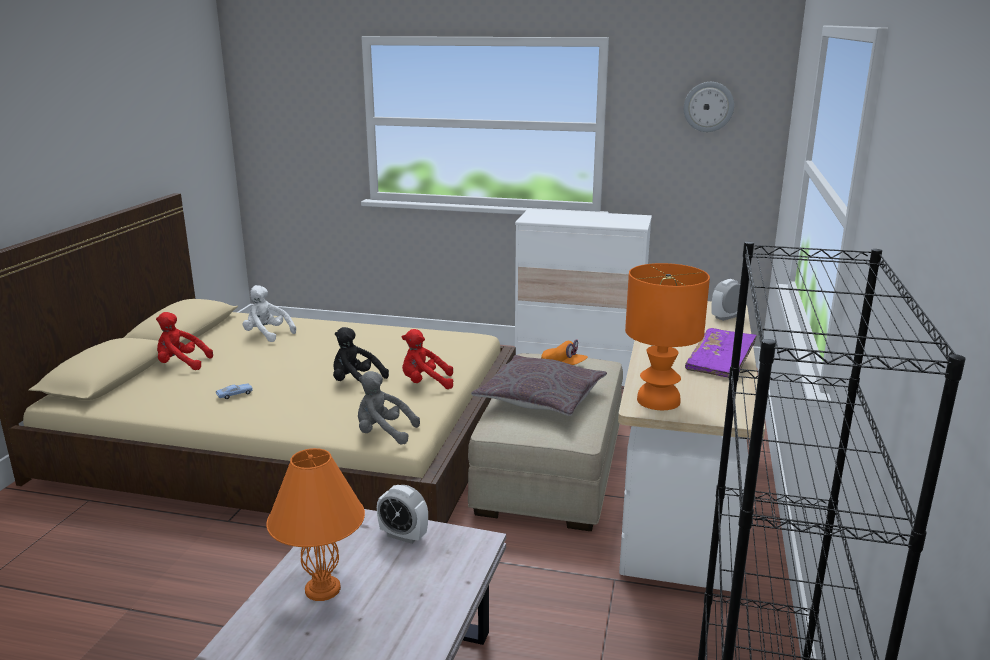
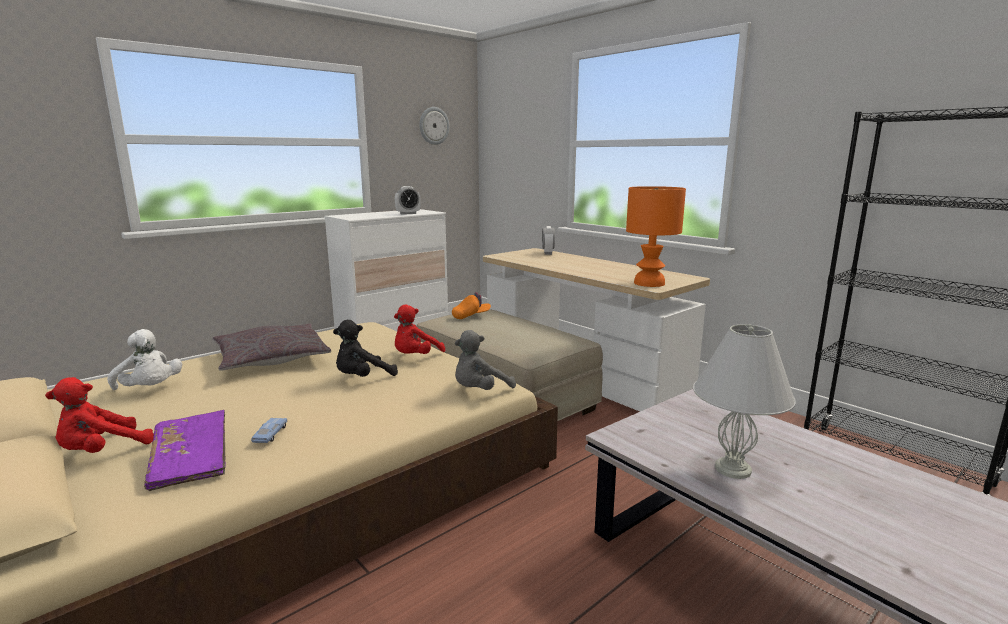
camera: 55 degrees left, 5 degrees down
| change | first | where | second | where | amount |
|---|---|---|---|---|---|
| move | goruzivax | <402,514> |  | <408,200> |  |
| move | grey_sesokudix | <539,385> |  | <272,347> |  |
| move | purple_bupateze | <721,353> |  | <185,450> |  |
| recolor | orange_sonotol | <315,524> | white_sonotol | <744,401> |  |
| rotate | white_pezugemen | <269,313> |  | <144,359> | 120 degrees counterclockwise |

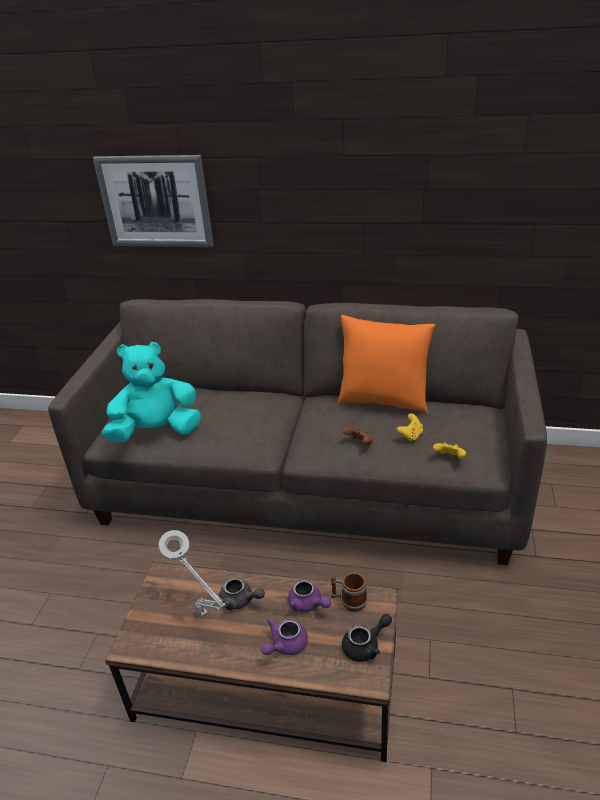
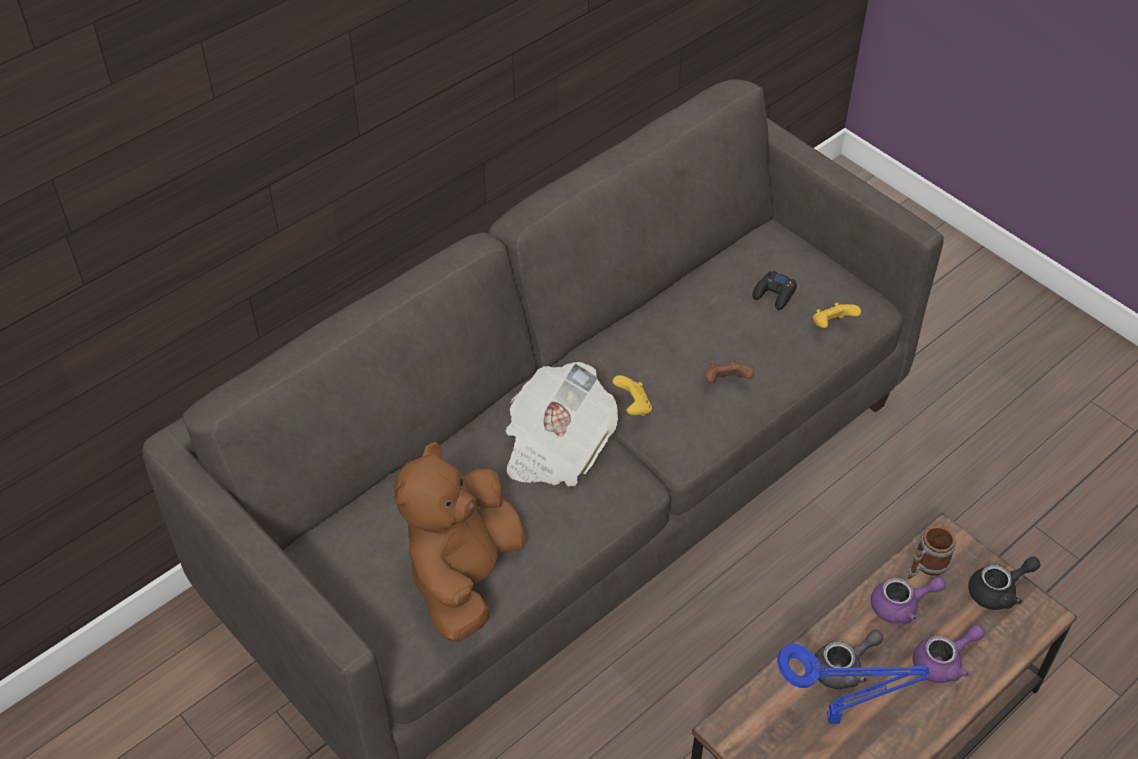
camera: 55 degrees left, 15 degrees up
| change | first | where | second | where | amount |
|---|---|---|---|---|---|
| delete | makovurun | <153,201> |  |  |  |
| delete | orange_sesokudix | <386,364> |  |  |  |
| insert |  |  | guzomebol | <561,424> |  |
| insert |  |  | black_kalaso | <774,290> |  |
| move | yellow_kalaso | <410,427> |  | <632,395> |  |
| recolor | turquoise_pezugemen | <151,392> | brown_pezugemen | <460,542> |  |
| recolor | grey_sonotol | <192,573> | blue_sonotol | <853,684> |  |
| rotate | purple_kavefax | <284,636> |  | <949,653> | 105 degrees counterclockwise |
| rotate | black_kavefax | <367,638> |  | <1004,583> | 60 degrees clockwise |

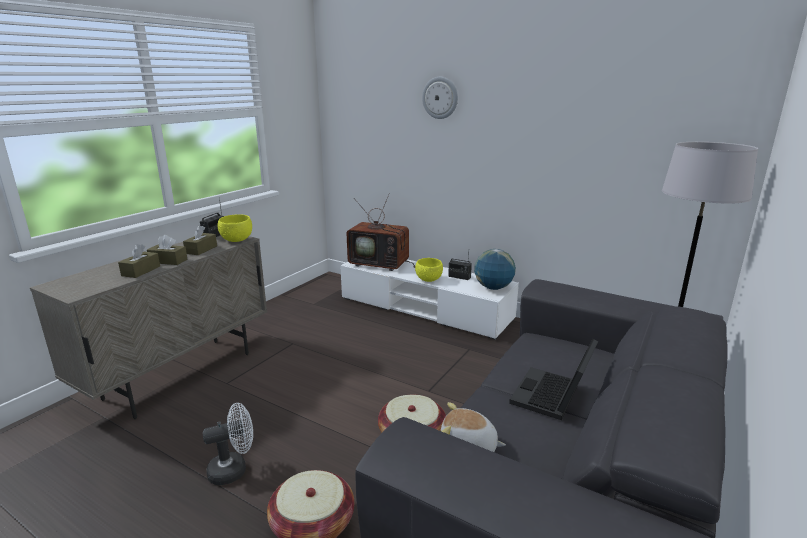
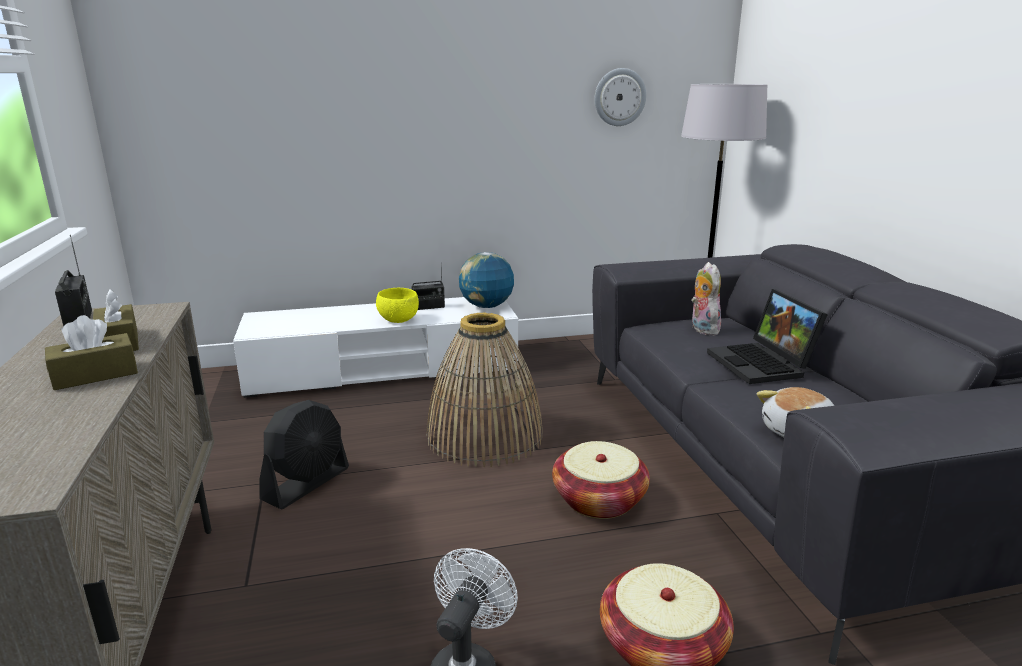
camera: 45 degrees left, 0 degrees up
| change | first | where | second | where | amount |
|---|---|---|---|---|---|
| delete | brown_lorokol | <139,261> |  |  |  |
| delete | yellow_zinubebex | <234,228> |  |  |  |
| delete | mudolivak | <380,232> |  |  |  |
| insert |  |  | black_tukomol | <304,454> |  |
| insert |  |  | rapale | <484,390> |  |
| insert |  |  | pezugemen | <706,298> |  |
| move | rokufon | <440,98> |  | <620,97> |  |

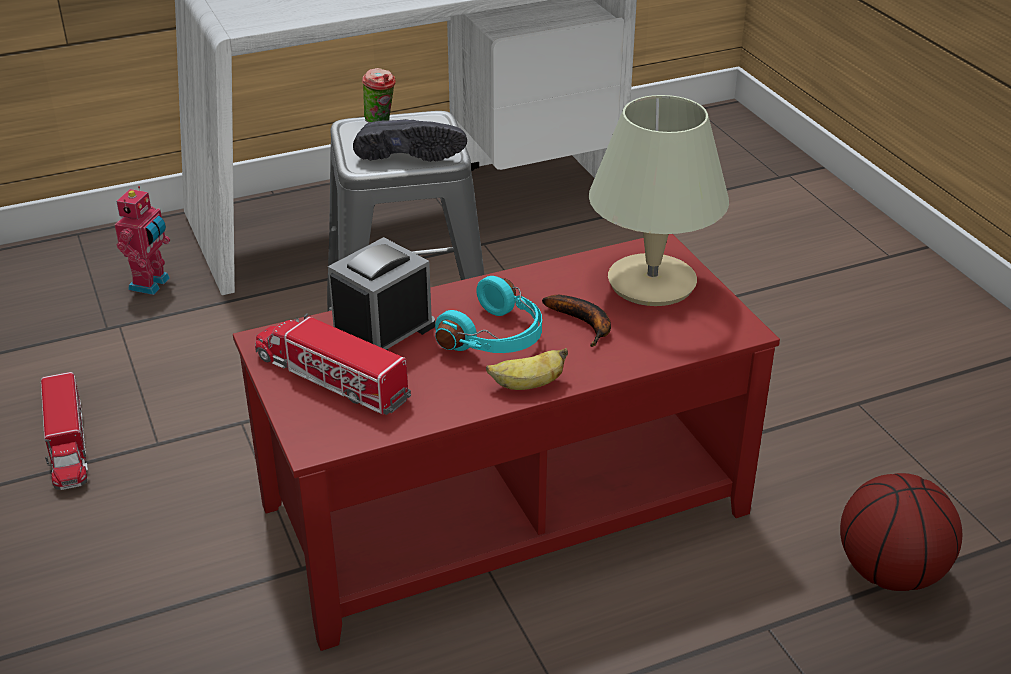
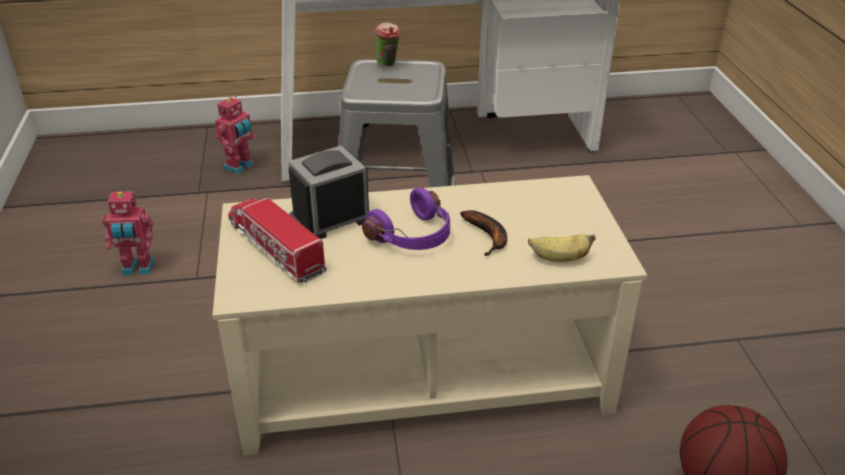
camera: 15 degrees right, 0 degrees up
| change | first | where | second | where | amount |
|---|---|---|---|---|---|
| delete | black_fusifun | <410,140> |  |  |  |
| delete | beige_sonotol | <659,200> |  |  |  |
| move | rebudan | <527,369> |  | <561,248> |  |
| replace | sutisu | <64,431> | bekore | <128,233> |  |
| recolor | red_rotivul | <506,442> | beige_rotivul | <430,315> |  |
| recolor | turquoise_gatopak | <488,314> | purple_gatopak | <406,218> |  |

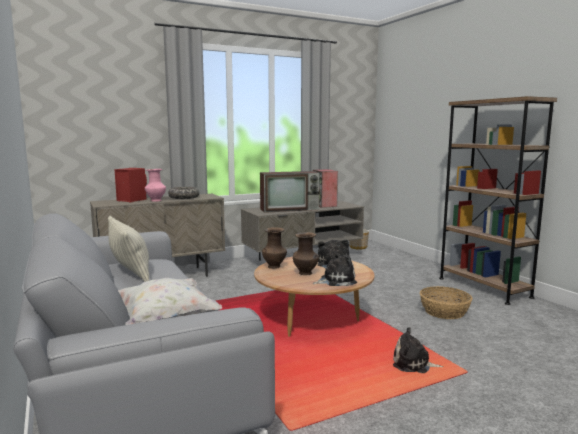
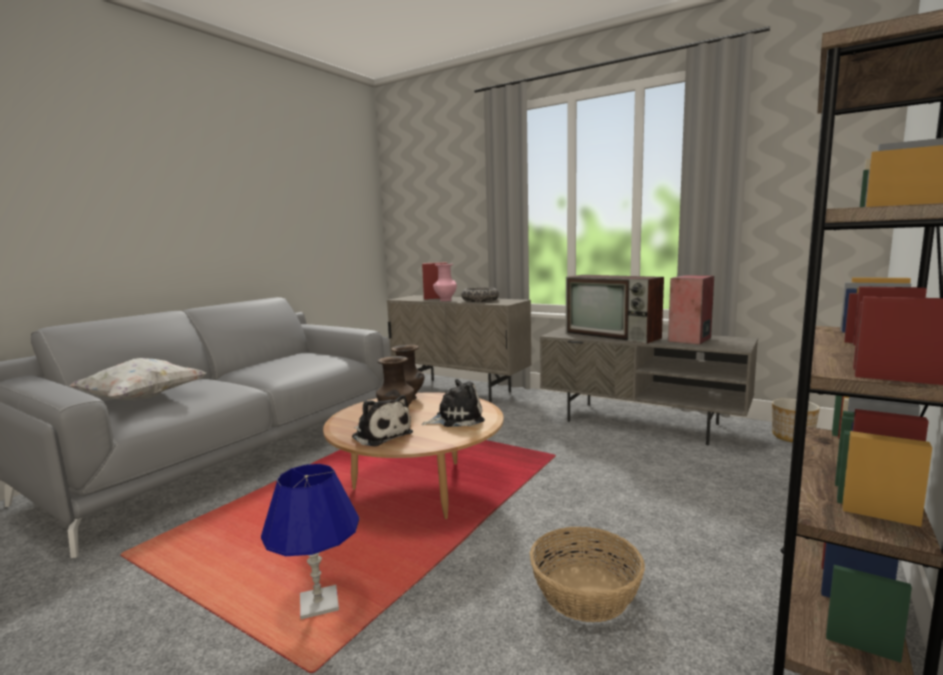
camera: 60 degrees right, 0 degrees up
| change | first | where | second | where | amount |
|---|---|---|---|---|---|
| delete | sesokudix | <128,249> |  |  |  |
| replace | pezugemen | <418,350> | blue_sonotol | <310,541> |  |

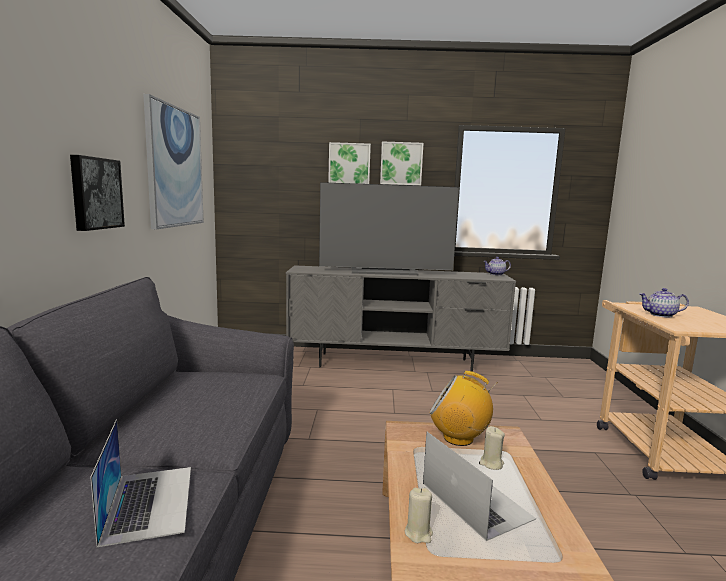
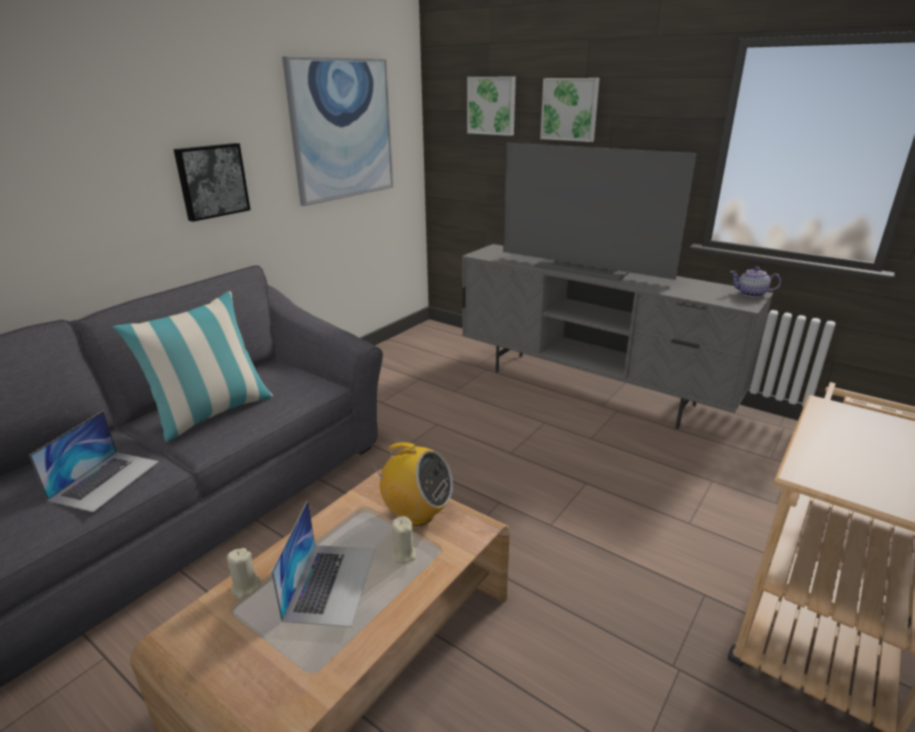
camera: 35 degrees right, 15 degrees up
| change | first | where | second | where | amount |
|---|---|---|---|---|---|
| delete | kavefax | <664,303> |  |  |  |
| insert |  |  | sesokudix | <193,366> |  |
| move | makovurun | <402,164> |  | <491,106> |  |
| rotate | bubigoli | <464,408> |  | <411,484> | 150 degrees clockwise |

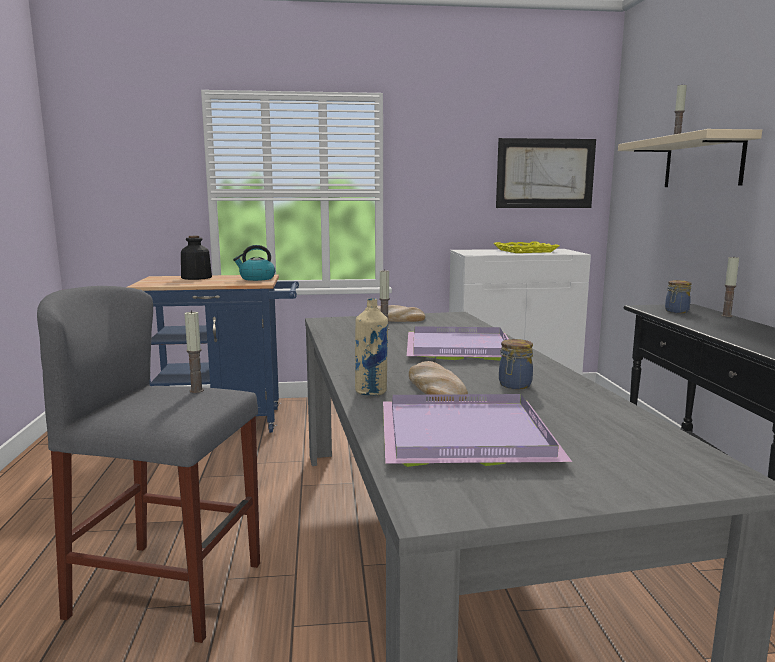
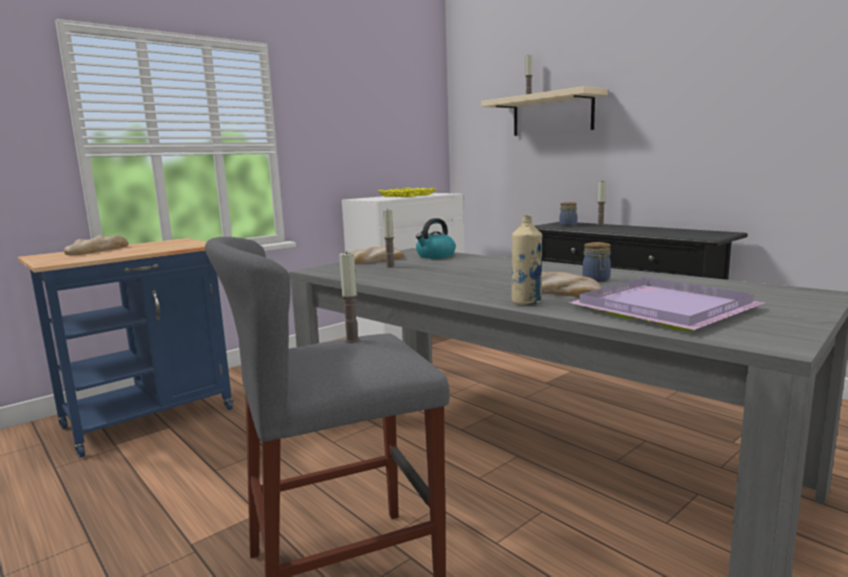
camera: 35 degrees left, 0 degrees up
| change | first | where | second | where | amount |
|---|---|---|---|---|---|
| delete | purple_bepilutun | <458,343> |  |  |  |
| delete | makovurun | <546,173> |  |  |  |
| move | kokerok | <254,263> |  | <436,238> |  |
| replace | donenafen | <196,258> | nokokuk | <96,245> |  |

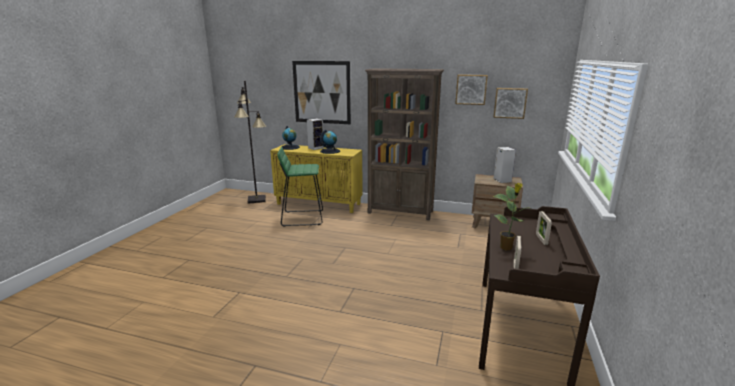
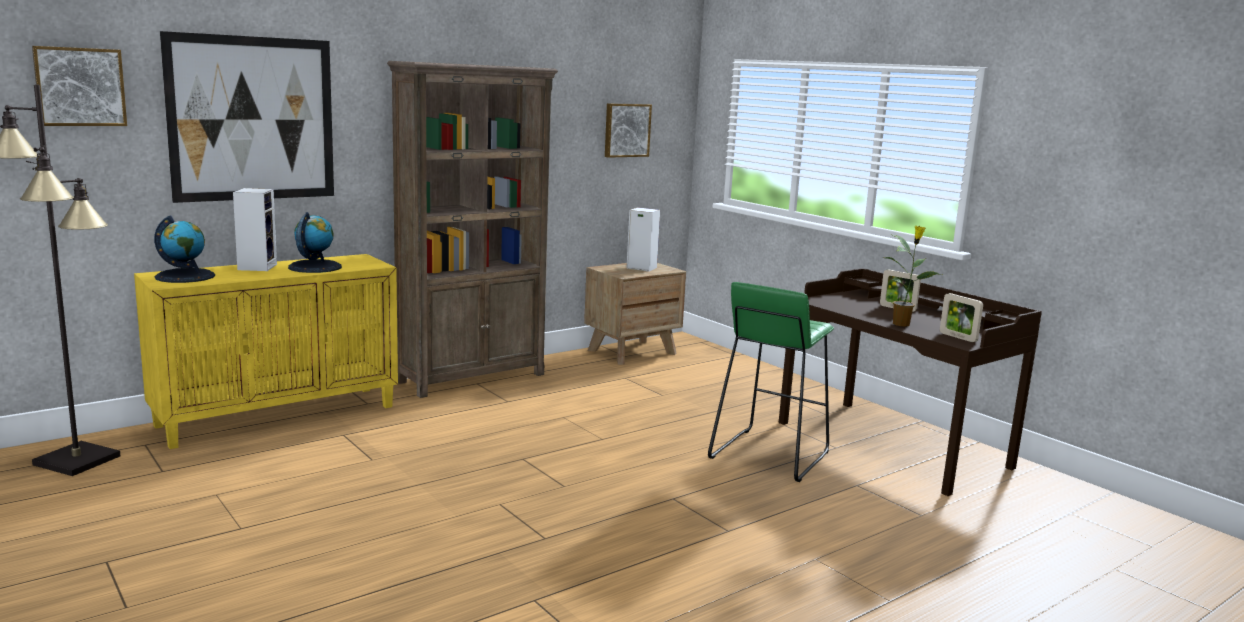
camera: 55 degrees left, 5 degrees down
| change | first | where | second | where | amount |
|---|---|---|---|---|---|
| move | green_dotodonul | <300,187> |  | <771,382> |  |
| move | makovurun | <471,90> |  | <79,86> |  |

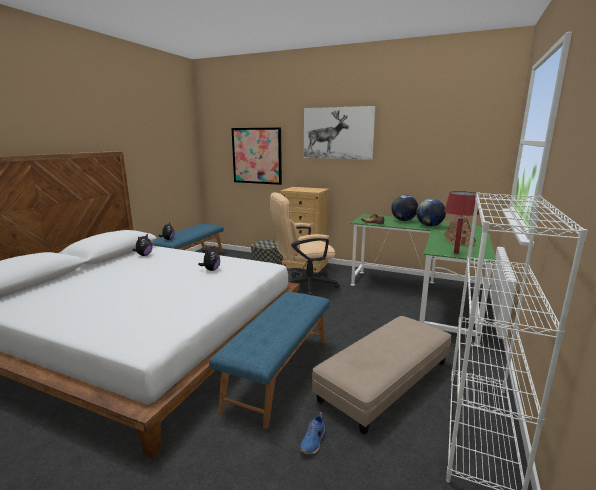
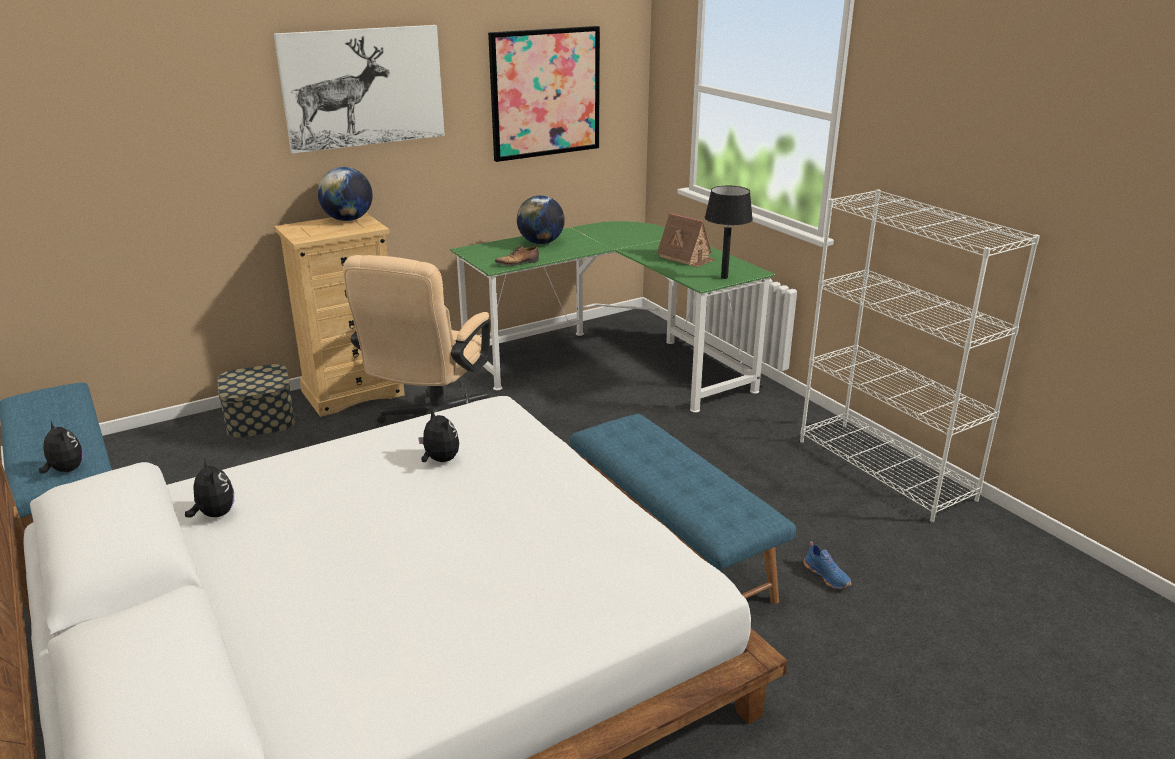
camera: 55 degrees left, 10 degrees up
| change | first | where | second | where | amount |
|---|---|---|---|---|---|
| delete | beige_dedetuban | <381,375> |  |  |  |
| move | makovurun | <256,156> |  | <544,94> |  |
| move | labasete | <431,212> |  | <345,194> |  |
| recolor | red_sonotol | <461,222> | black_sonotol | <729,232> |  |

